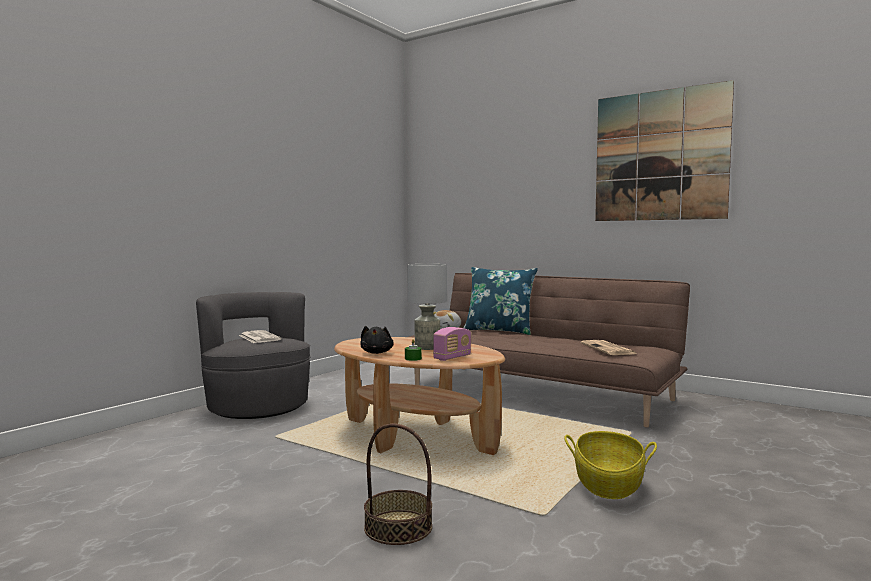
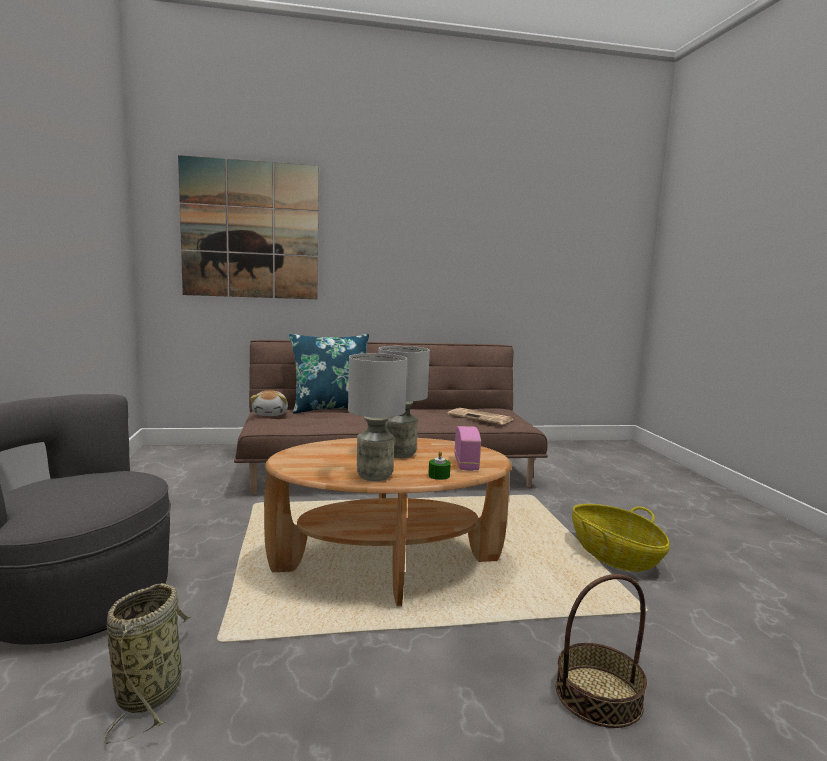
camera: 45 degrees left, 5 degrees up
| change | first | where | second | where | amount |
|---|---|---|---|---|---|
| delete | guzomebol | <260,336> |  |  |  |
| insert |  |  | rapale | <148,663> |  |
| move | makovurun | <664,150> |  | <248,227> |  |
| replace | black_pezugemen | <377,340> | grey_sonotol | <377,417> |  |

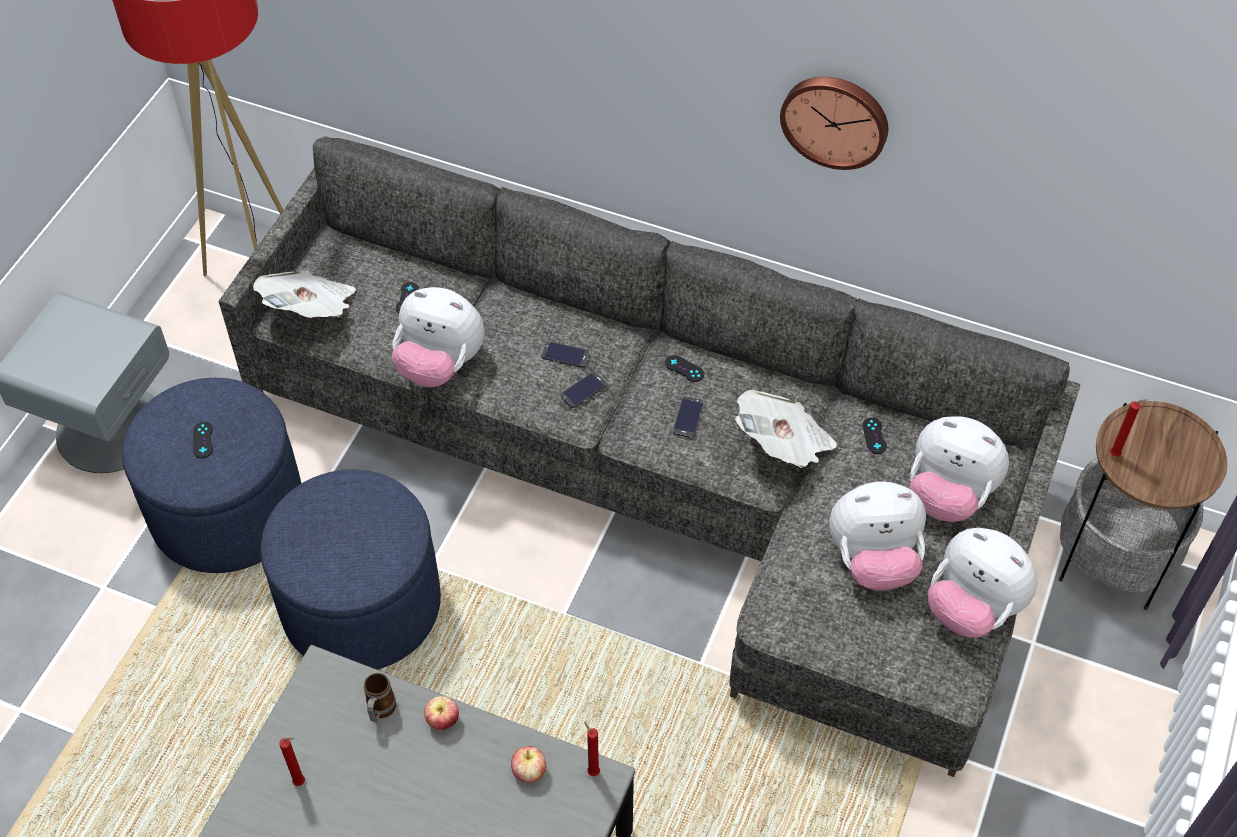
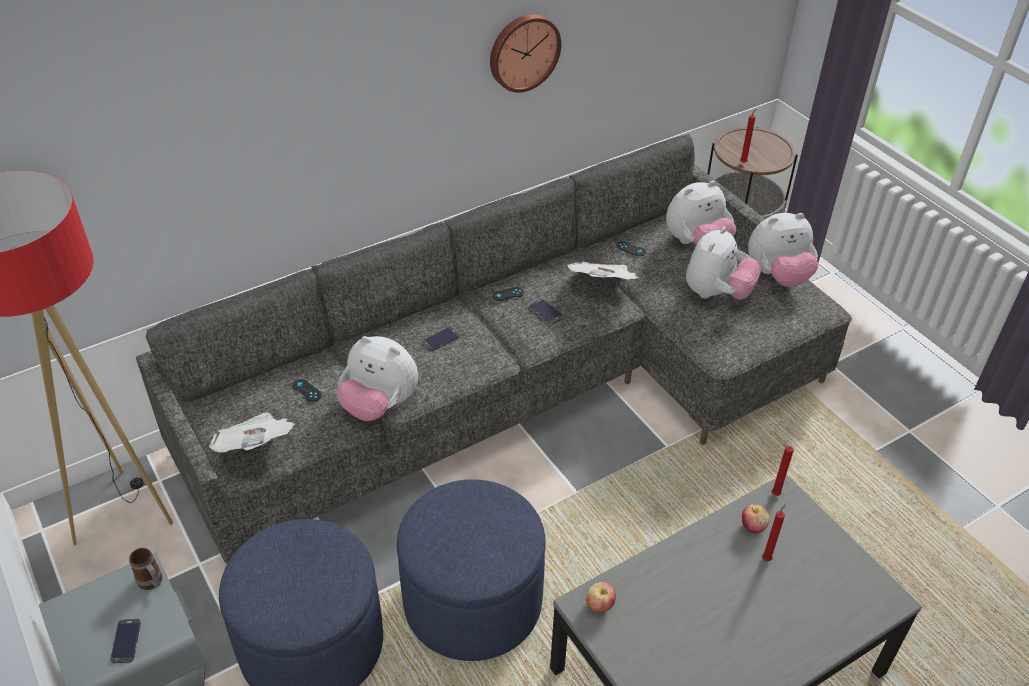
camera: 55 degrees left, 10 degrees down
| change | first | where | second | where | amount |
|---|---|---|---|---|---|
| delete | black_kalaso | <203,440> |  |  |  |
| move | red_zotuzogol | <292,761> |  | <774,532> |  |
| move | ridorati | <380,697> |  | <145,569> |  |
| move | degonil | <441,713> |  | <601,597> |  |
| move | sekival | <584,390> |  | <125,640> |  |
| rotate | pezugemen | <438,337> |  | <377,378> | 60 degrees clockwise |

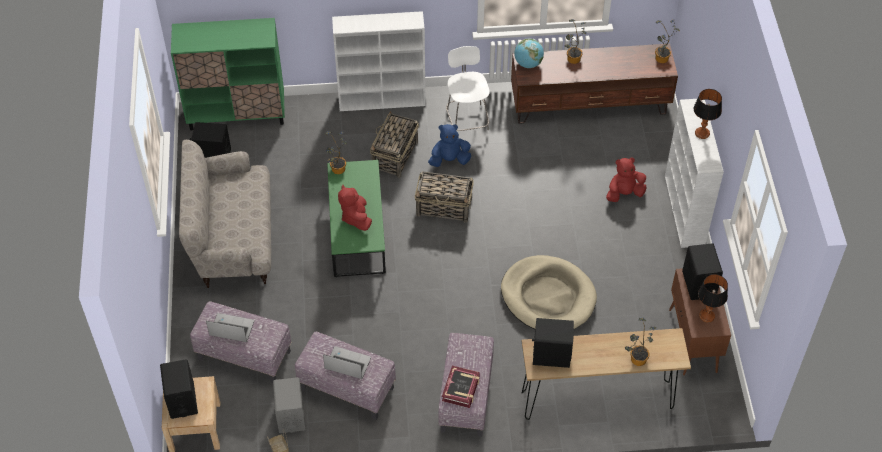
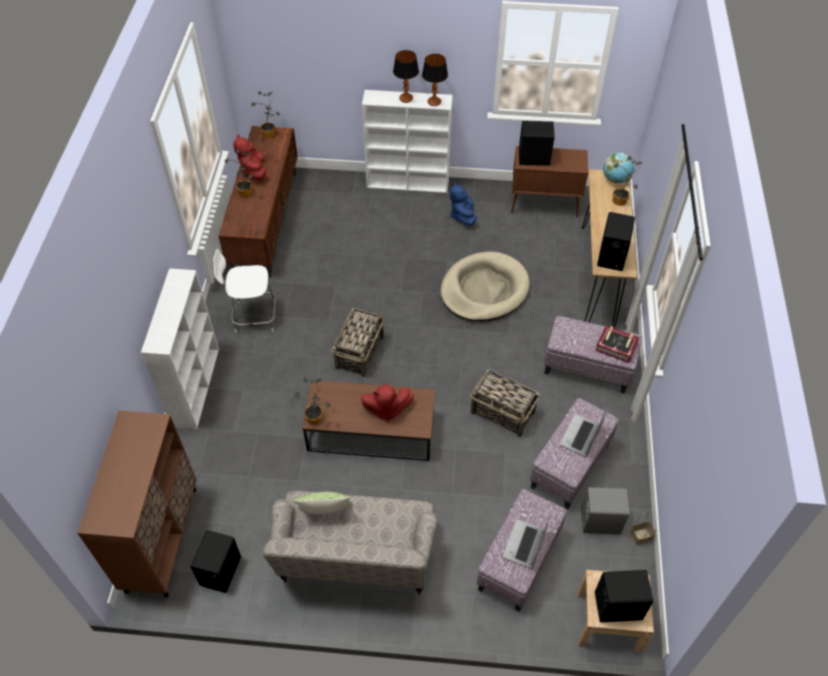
camera: 80 degrees left, 0 degrees up
| change | first | where | second | where | amount |
|---|---|---|---|---|---|
| insert |  |  | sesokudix | <323,503> |  |
| move | rapale | <394,144> |  | <505,403> |  |
| move | blue_pezugemen | <449,145> |  | <463,204> |  |
| move | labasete | <529,53> |  | <618,168> |  |
| move | red_pezugemen | <626,179> |  | <249,157> |  |
| move | sonotol | <713,298> |  | <435,80> |  |
| recolor | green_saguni | <228,74> | brown_saguni | <137,503> |  |
| recolor | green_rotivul | <356,218> | brown_rotivul | <368,420> |  |

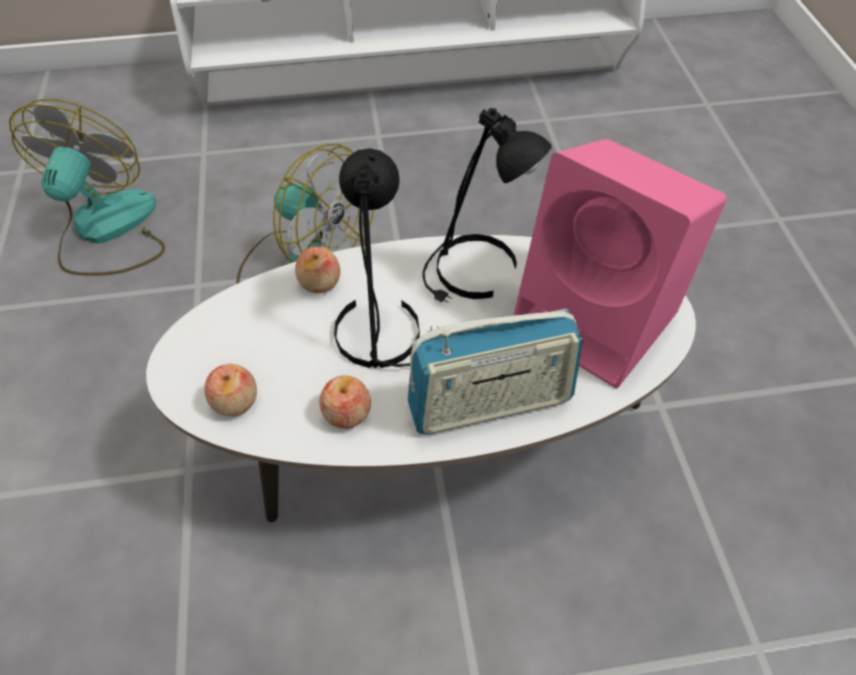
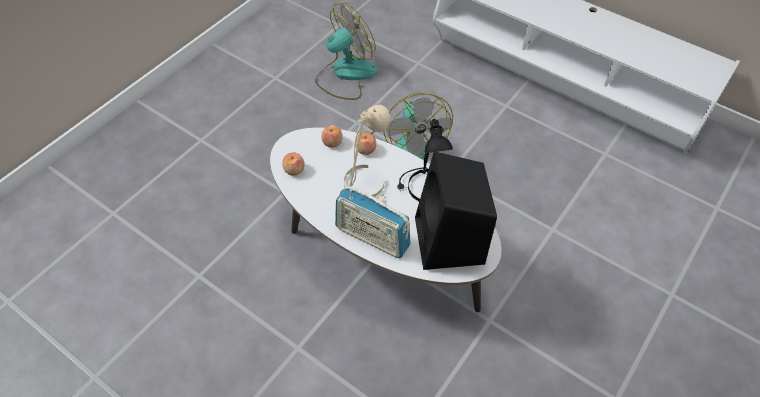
camera: 45 degrees right, 0 degrees up
| change | first | where | second | where | amount |
|---|---|---|---|---|---|
| move | degonil | <345,402> |  | <332,136> |  |
| recolor | black_sonotol | <388,258> | beige_sonotol | <367,153> |  |
| recolor | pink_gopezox | <620,264> | black_gopezox | <456,210> |  |

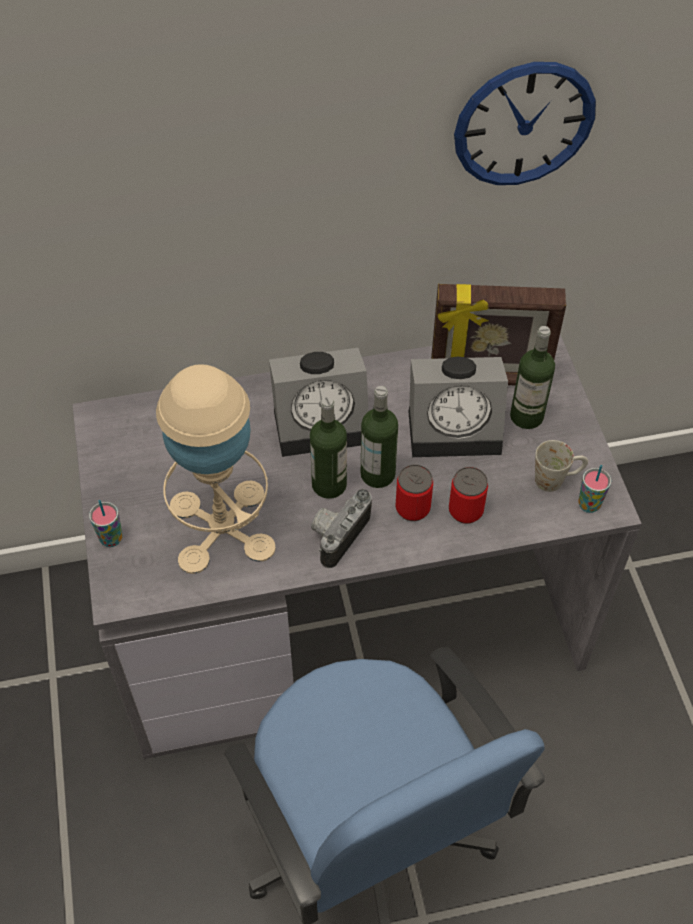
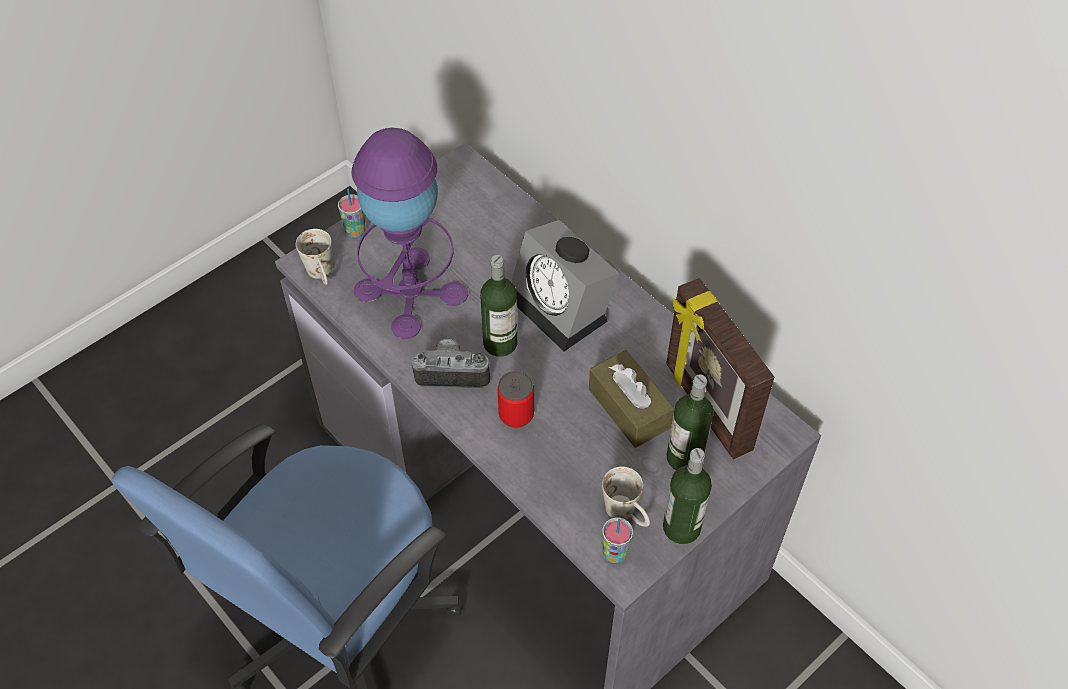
camera: 60 degrees right, 0 degrees up
| change | first | where | second | where | amount |
|---|---|---|---|---|---|
| delete | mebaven | <468,495> |  |  |  |
| delete | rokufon | <525,123> |  |  |  |
| insert |  |  | white_ridorati | <314,257> |  |
| move | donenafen | <379,437> |  | <687,496> |  |
| replace | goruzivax | <458,406> | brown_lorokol | <631,399> |  |
| recolor | beige_sonotol | <215,469> | purple_sonotol | <410,233> |  |

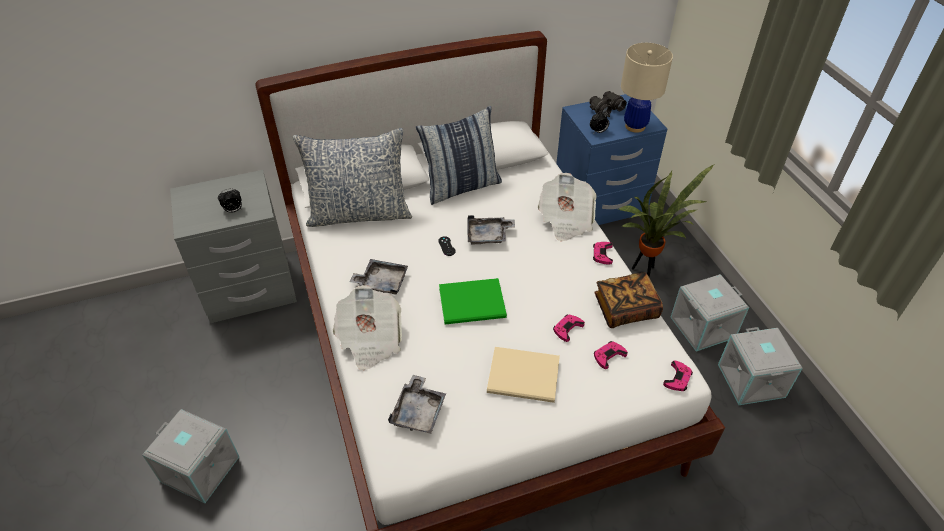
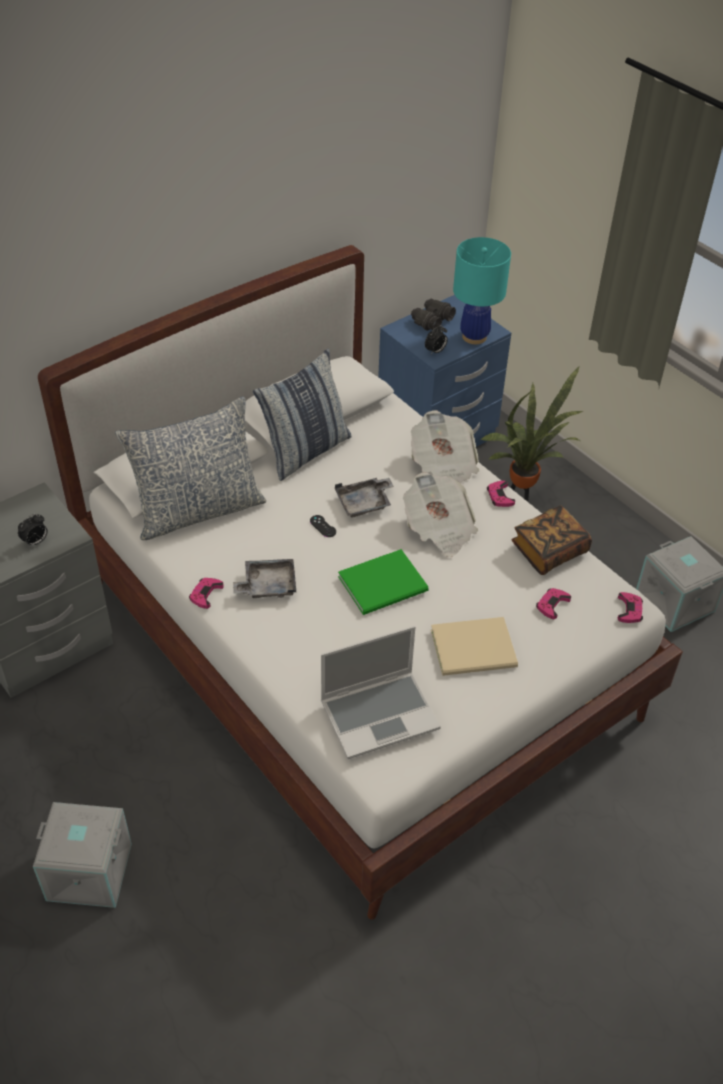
camera: 20 degrees left, 0 degrees up
| change | first | where | second | where | amount |
|---|---|---|---|---|---|
| delete | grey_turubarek | <710,313> |  |  |  |
| move | guzomebol | <367,327> |  | <440,514> |  |
| move | pink_kalaso | <569,328> |  | <206,593> |  |
| replace | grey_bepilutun | <417,404> | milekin | <381,692> |  |
| recolor | beige_sonotol | <647,88> | turquoise_sonotol | <482,290> |  |

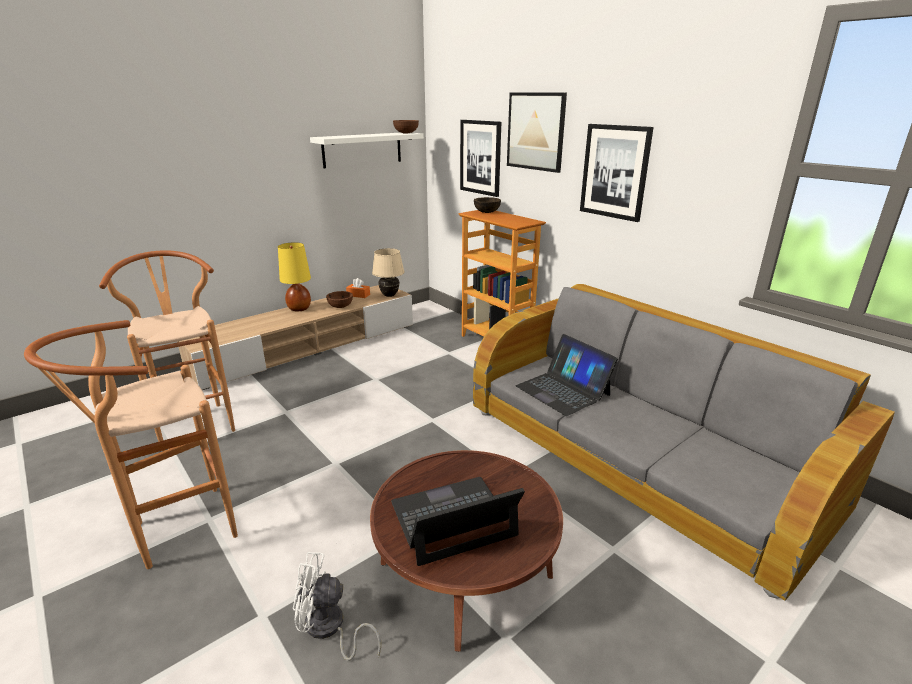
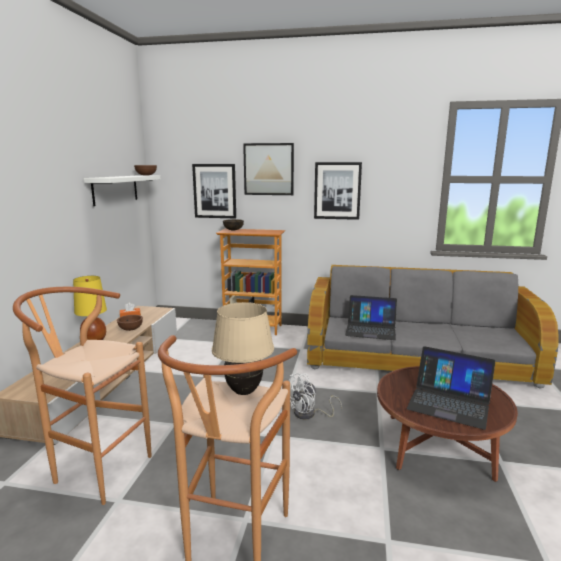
camera: 40 degrees left, 10 degrees down
| change | first | where | second | where | amount |
|---|---|---|---|---|---|
| move | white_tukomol | <337,606> |  | <315,396> |  |
| move | beige_sonotol | <388,272> |  | <243,348> |  |
| rotate | milekin | <458,521> |  | <450,388> | 90 degrees counterclockwise |

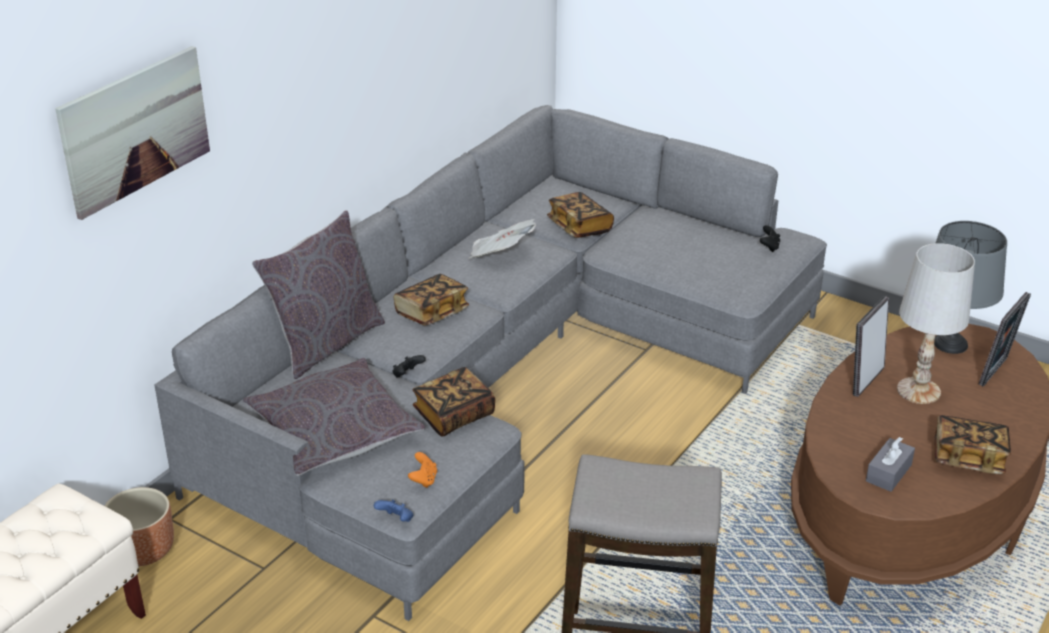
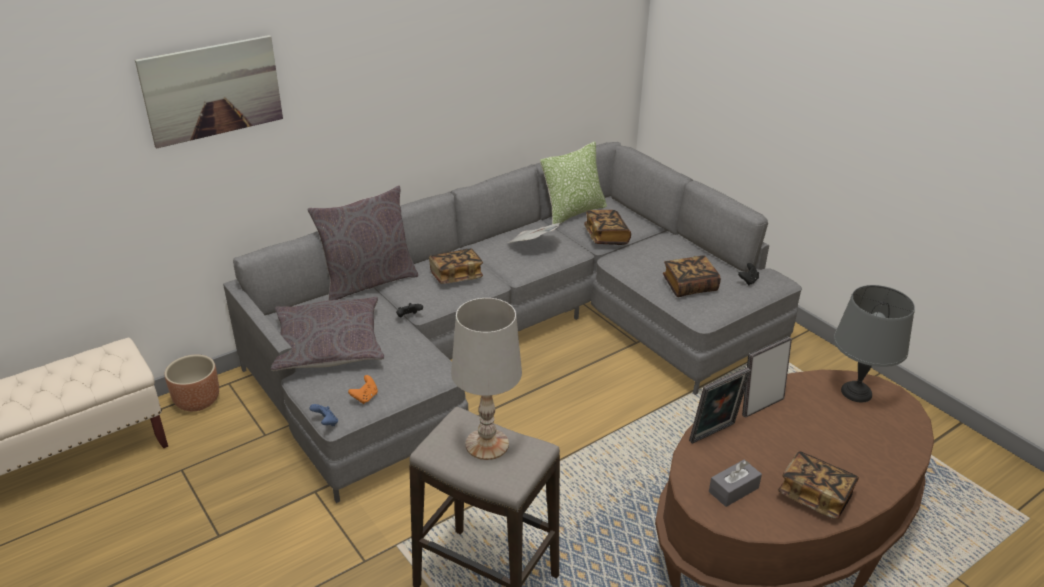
camera: 20 degrees right, 0 degrees up
| change | first | where | second | where | amount |
|---|---|---|---|---|---|
| insert |  |  | sesokudix | <573,182> |  |
| move | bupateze | <453,401> |  | <692,276> |  |
| move | white_sonotol | <936,323> |  | <486,379> |  |
| move | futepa | <1005,339> |  | <720,405> |  |

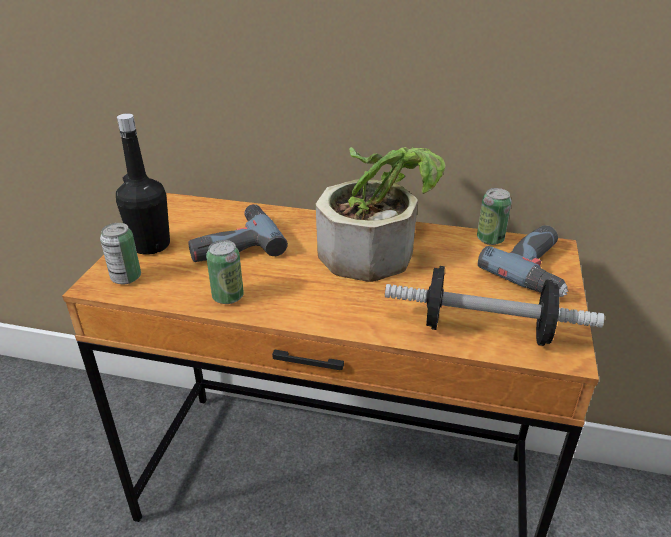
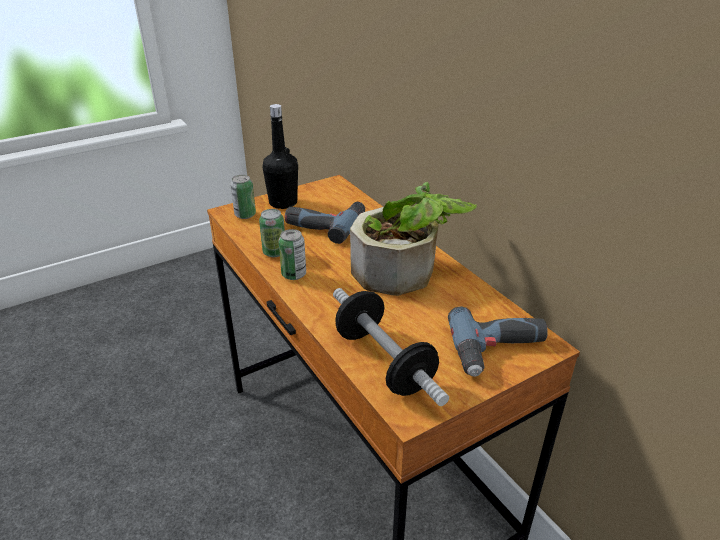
camera: 45 degrees right, 0 degrees up
| change | first | where | second | where | amount |
|---|---|---|---|---|---|
| move | mebaven | <494,216> |  | <292,254> |  |

